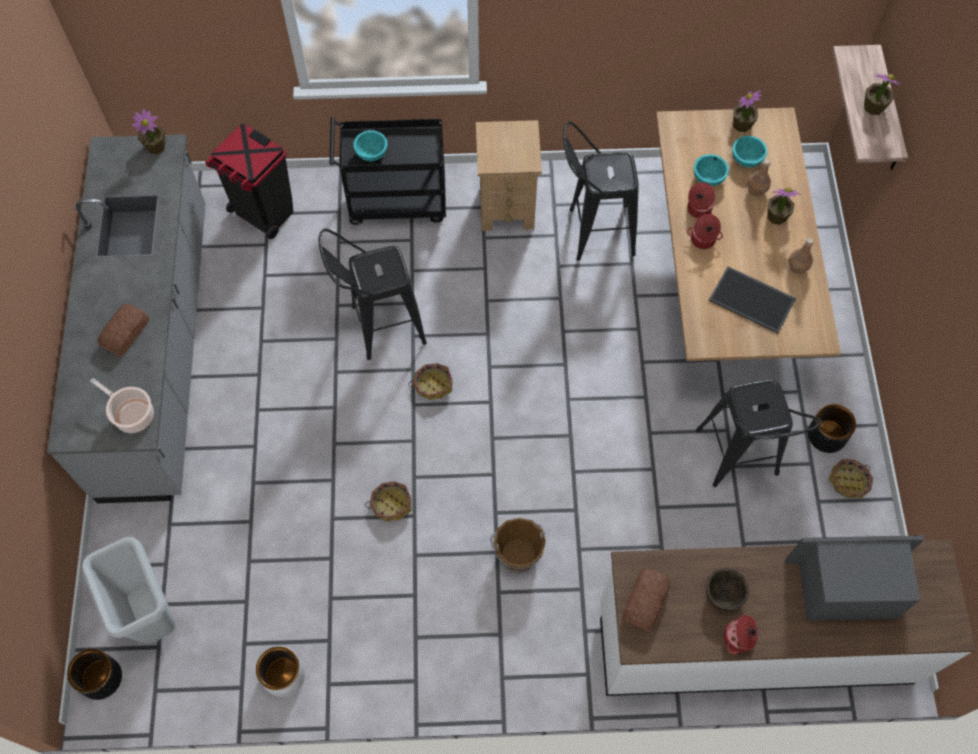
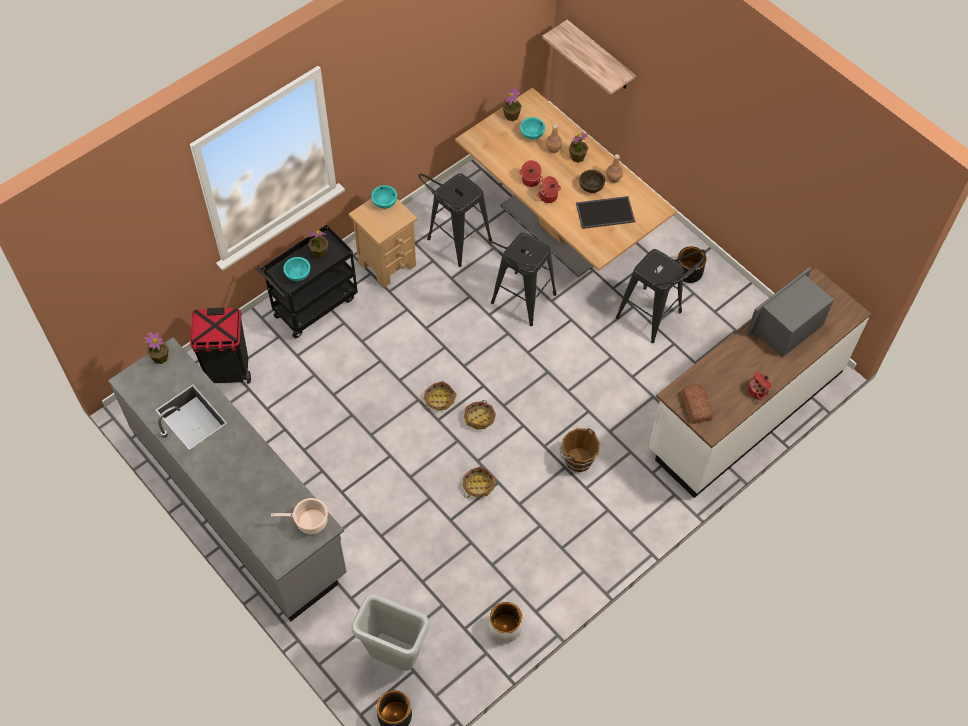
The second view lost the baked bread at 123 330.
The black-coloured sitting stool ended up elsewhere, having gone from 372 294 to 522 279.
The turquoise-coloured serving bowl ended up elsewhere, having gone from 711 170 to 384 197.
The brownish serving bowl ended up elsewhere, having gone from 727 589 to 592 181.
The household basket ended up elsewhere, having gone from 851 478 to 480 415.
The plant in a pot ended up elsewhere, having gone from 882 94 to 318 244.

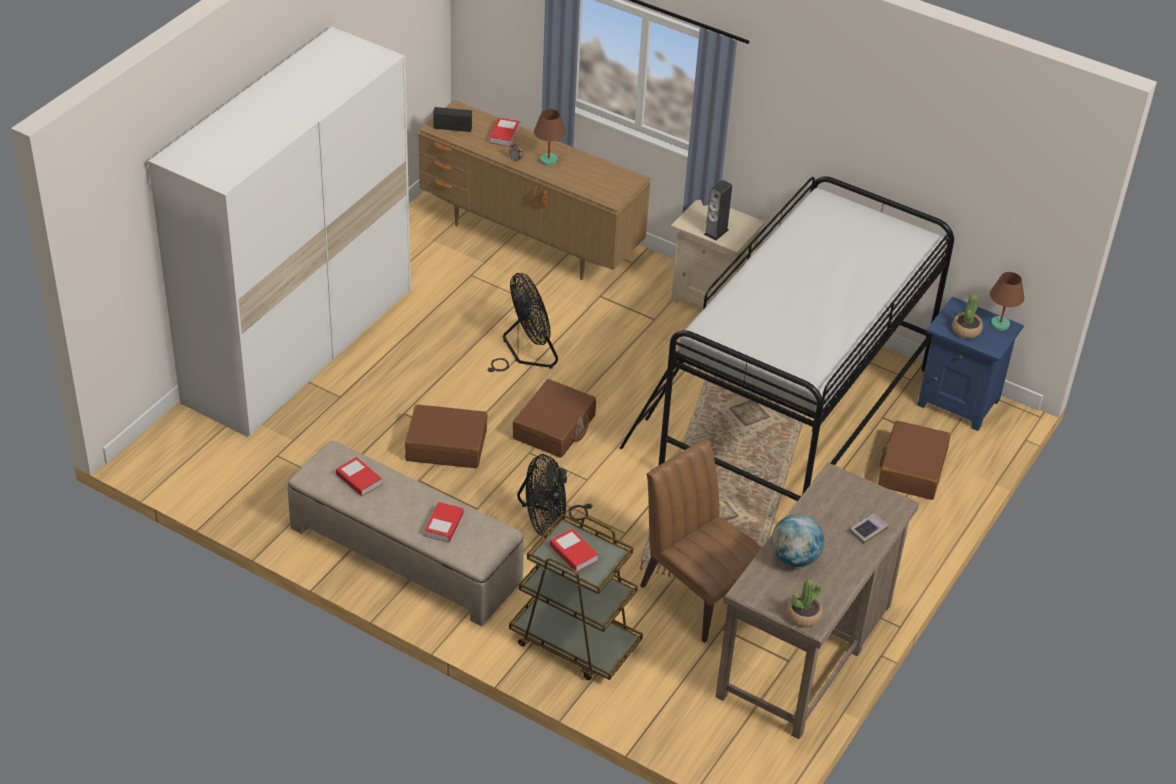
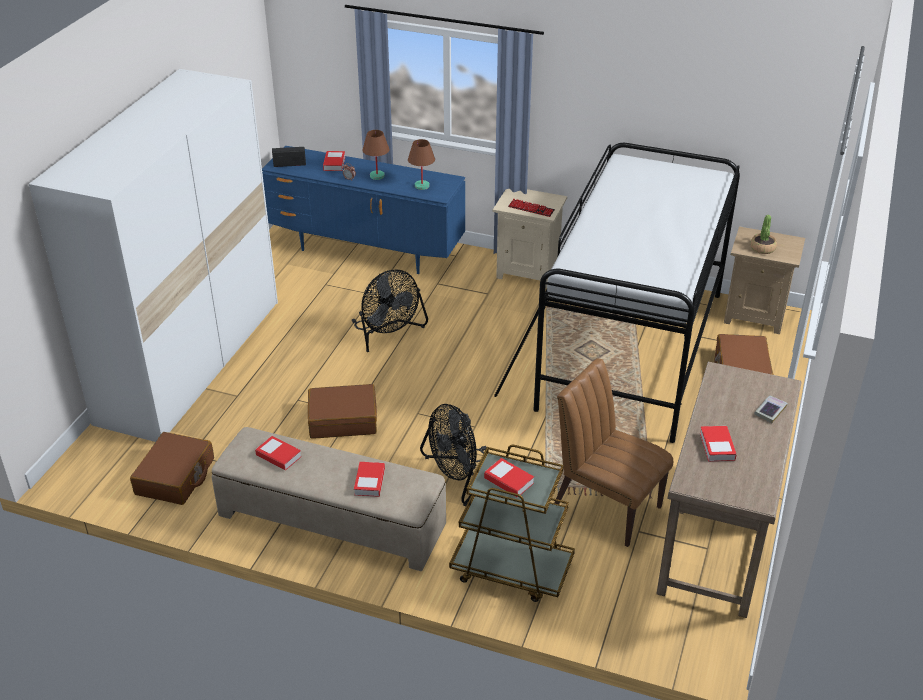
The second view lost the plant in a pot at 804 603.
The brownish suitcase ended up elsewhere, having gone from 554 418 to 172 468.
The brownish lamp for a table ended up elsewhere, having gone from 1007 301 to 421 164.
Where the loudspeaker stood at 718 210, the keyboard came to stand at 531 208.
Where the desk globe stood at 797 540, the bound book came to stand at 718 444.
What was the brownish chest of drawers at 534 190 turned into the blue-coloured chest of drawers at 363 210.
What was the blue-coloured nightstand at 971 364 turned into the sand-coloured nightstand at 764 280.
The black-coloured electric fan at 522 322 ended up facing another way, 90 degrees clockwise from before.

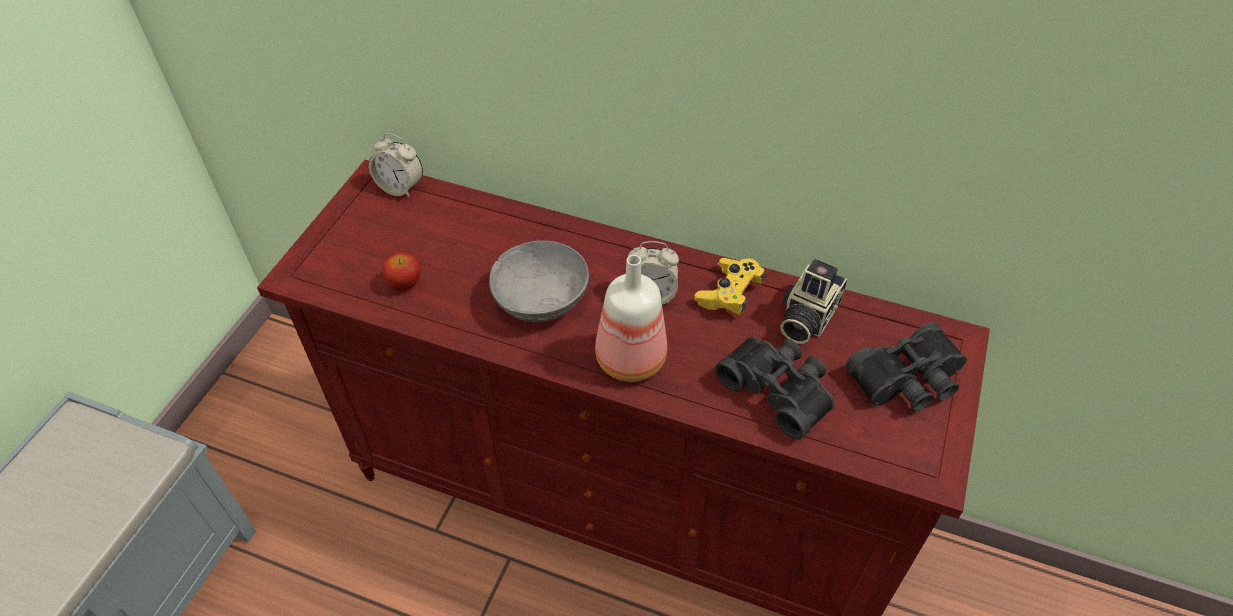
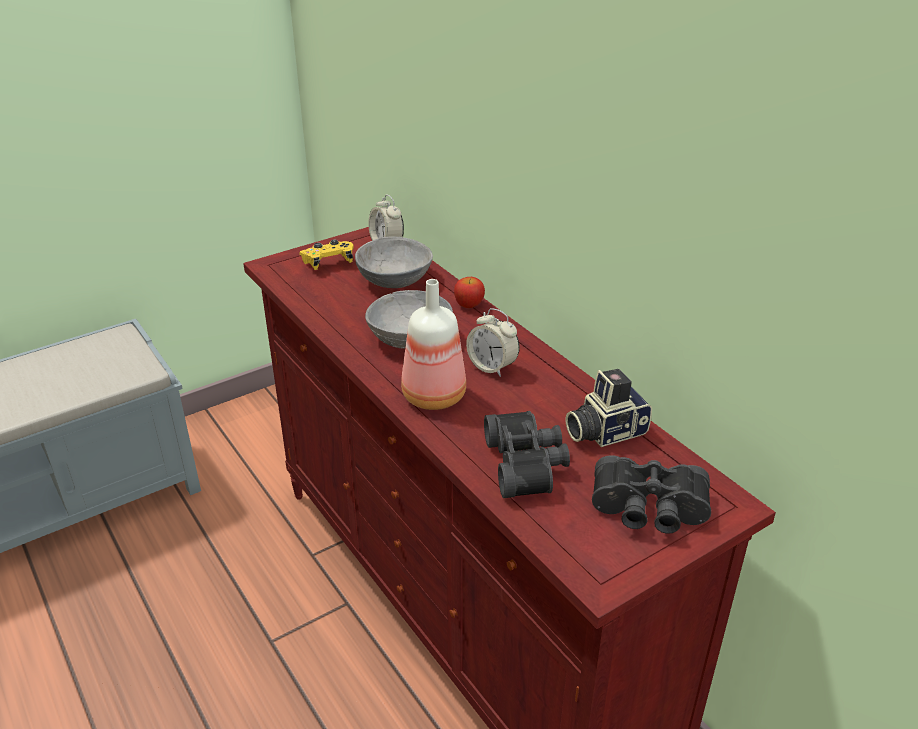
The second view gained the greyish serving bowl at 394 262.
The apple ended up elsewhere, having gone from 402 271 to 469 292.
The yellowish gamepad ended up elsewhere, having gone from 730 286 to 326 255.

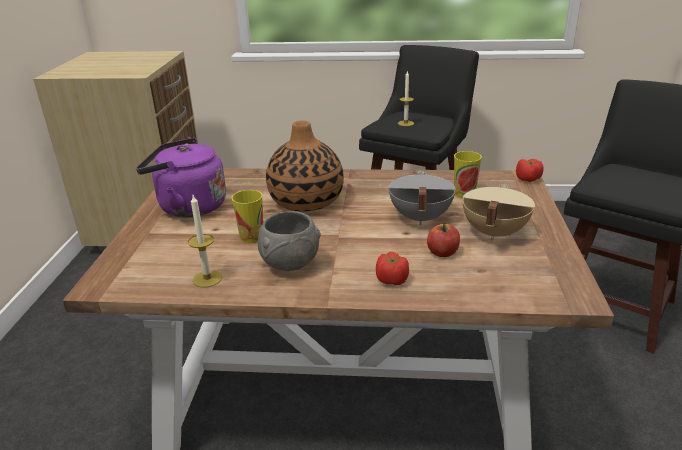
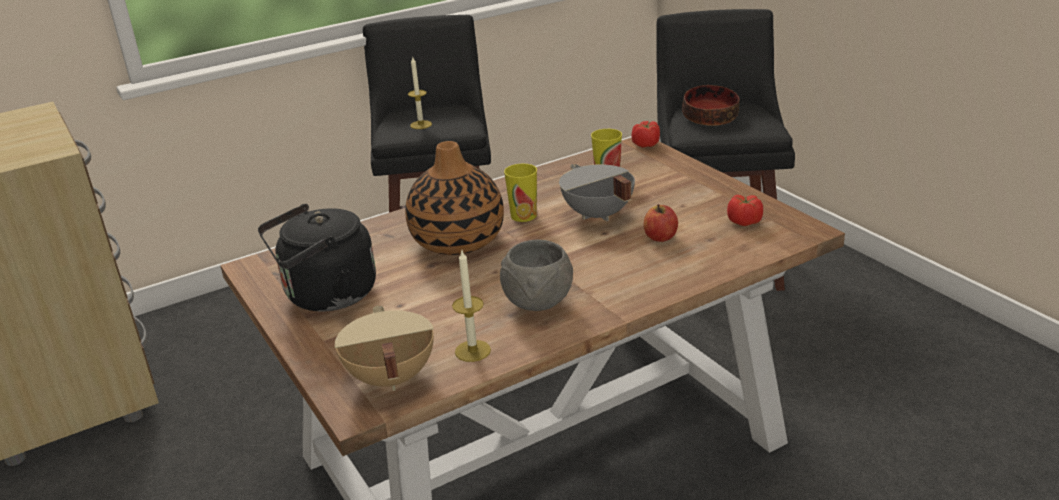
The second view gained the serving bowl at 711 105.
The cup ended up elsewhere, having gone from 247 216 to 520 193.
The whole tomato ended up elsewhere, having gone from 392 268 to 745 210.
The sand-coloured saucepot ended up elsewhere, having gone from 499 212 to 384 348.
What was the purplish kettle at 181 177 turned into the black-coloured kettle at 317 258.

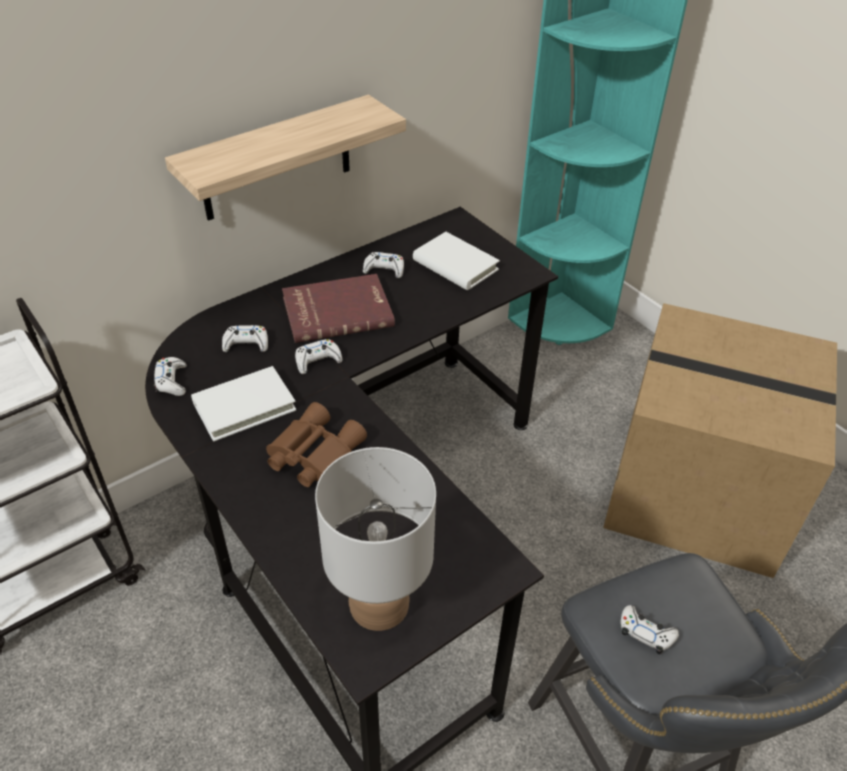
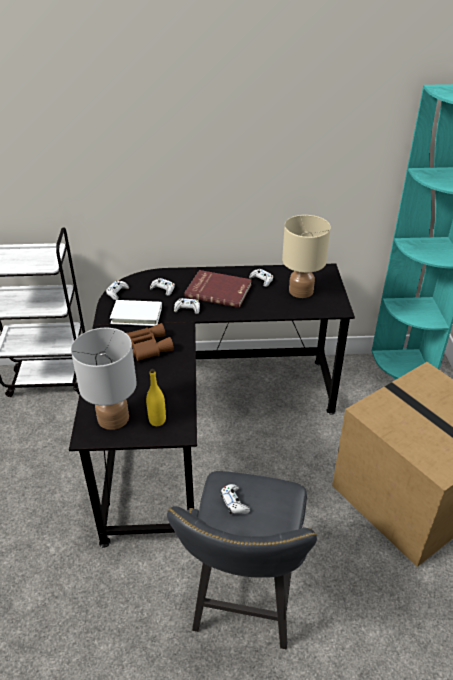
The second view lost the bracket shelf at 285 158.
The second view gained the yellowish bottle at 156 397.
Where the white-coloured bound book stood at 456 261, the sand-coloured lamp for a table came to stand at 306 256.

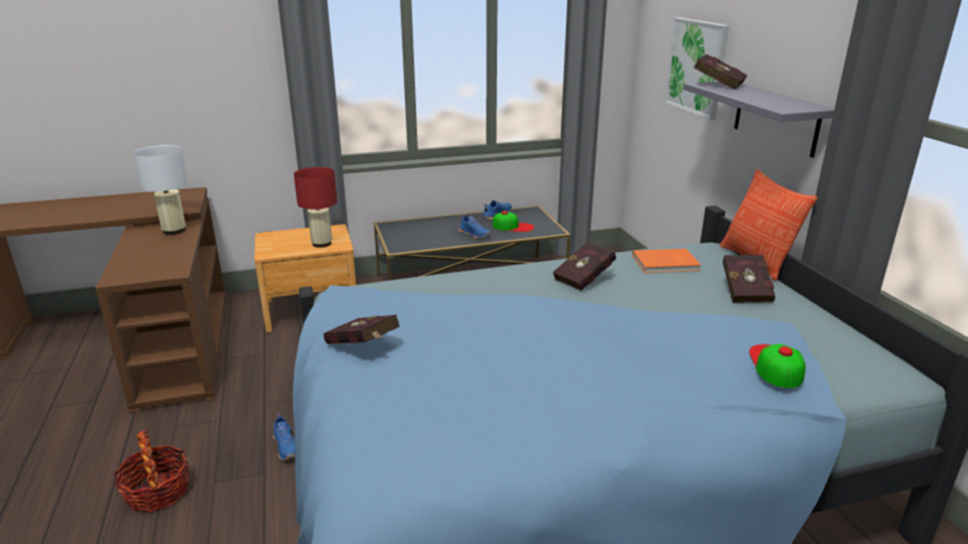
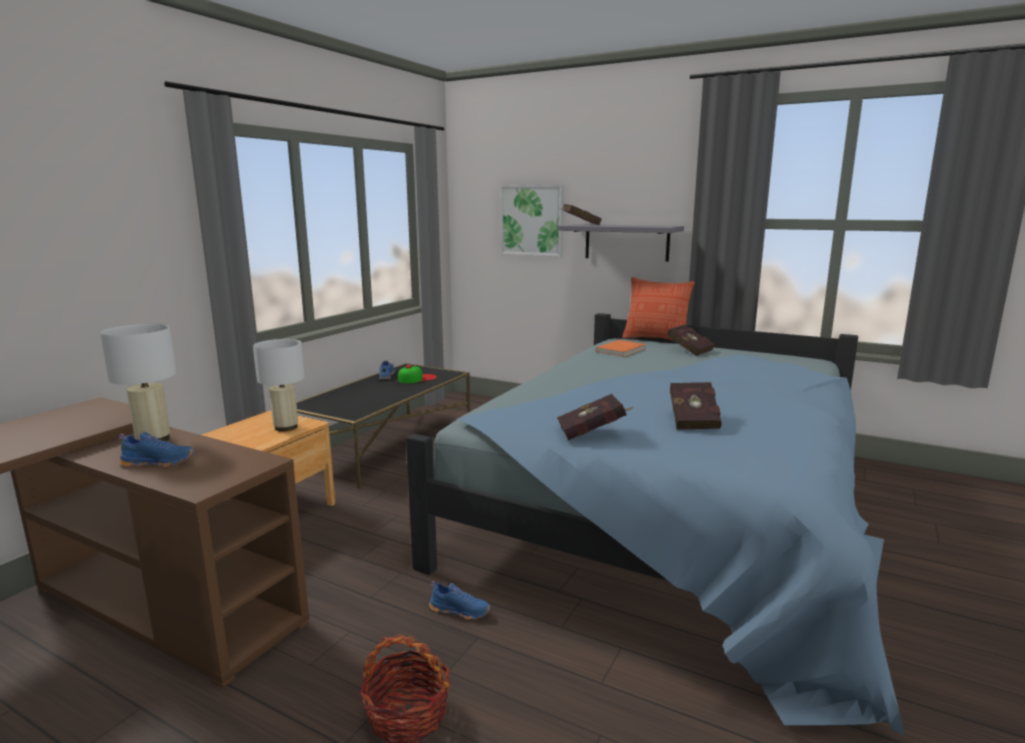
The second view lost the cap at 777 366.
The blue-coloured item of footwear ended up elsewhere, having gone from 475 226 to 156 449.
The red bound book ended up elsewhere, having gone from 584 266 to 696 406.
What was the red lamp for a table at 315 207 turned into the white-coloured lamp for a table at 279 385.

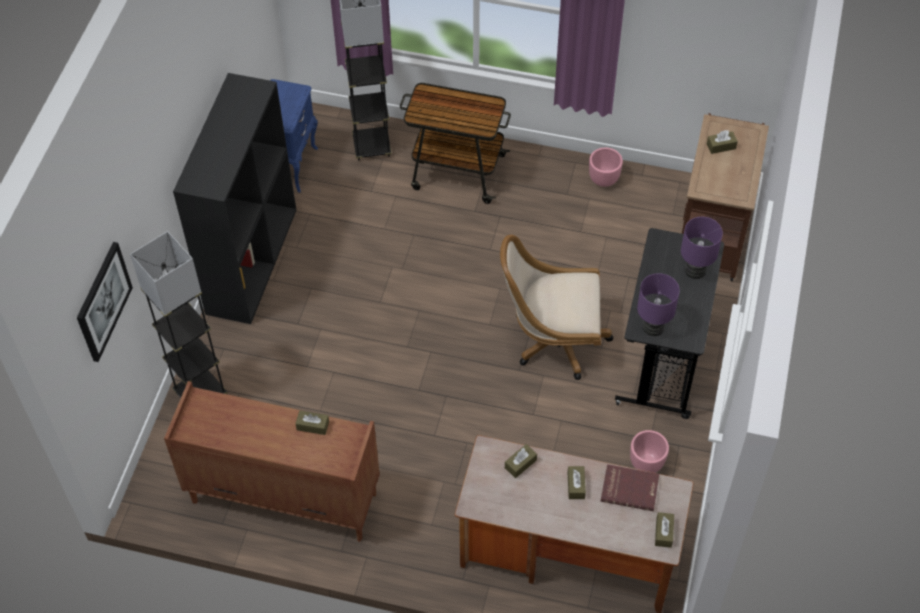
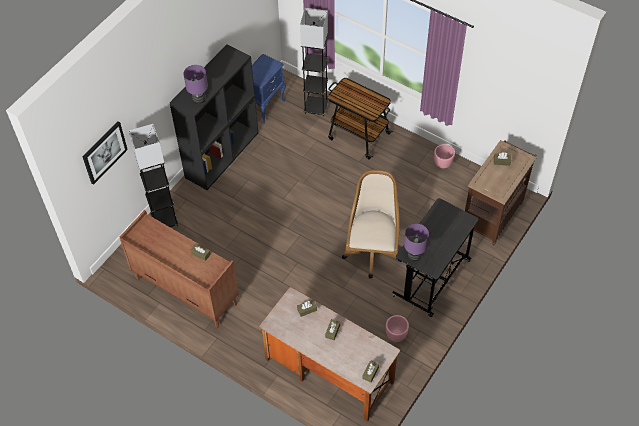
The second view lost the red bound book at 630 487.
The purplish lamp for a table ended up elsewhere, having gone from 702 248 to 195 84.
The office chair at 556 307 ended up facing another way, 75 degrees clockwise from before.

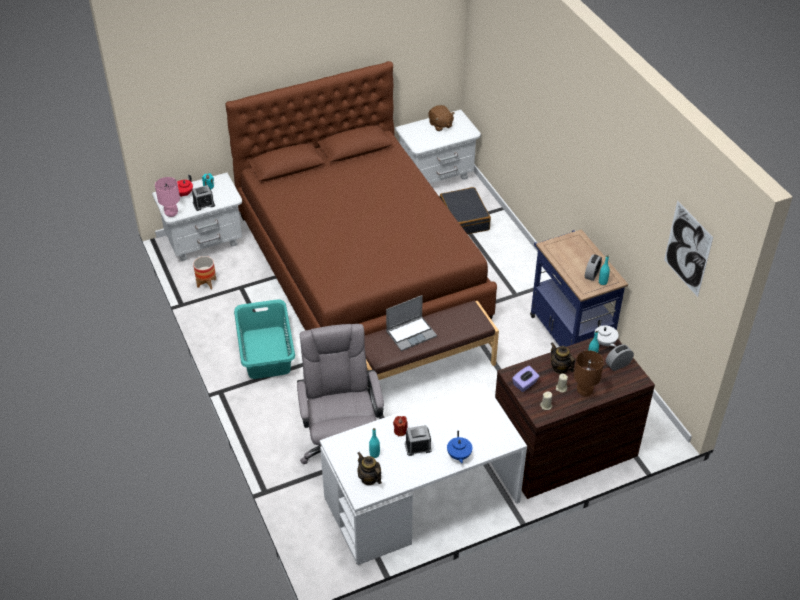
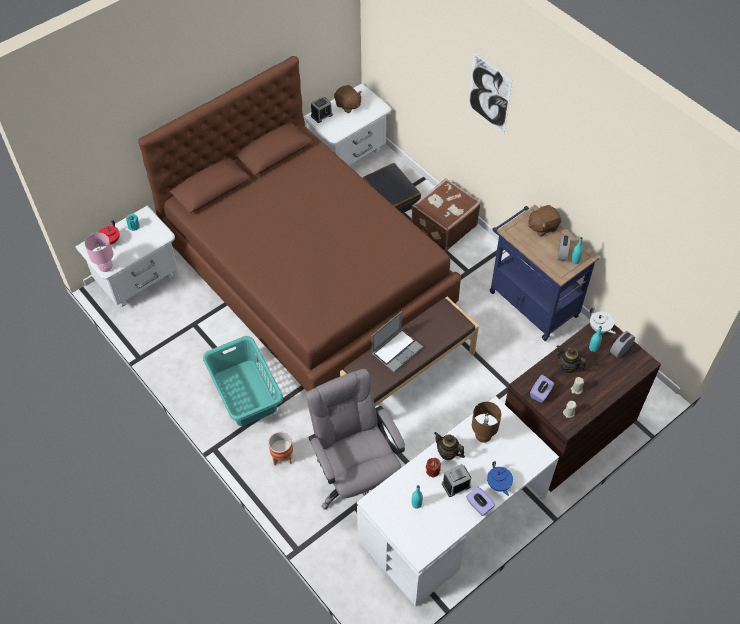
The second view gained the brownish suitcase at 446 215.
The second view gained the purplish tissue box at 480 501.
The second view gained the brownish cuddly toy at 544 221.
The bedside clock ended up elsewhere, having gone from 203 198 to 322 109.
The planter ended up elsewhere, having gone from 204 272 to 280 448.
The tea pot ended up elsewhere, having gone from 369 468 to 449 446.
The brownish lamp for a table ended up elsewhere, having gone from 589 373 to 486 422.
The wall art ended up elsewhere, having gone from 688 248 to 490 93.

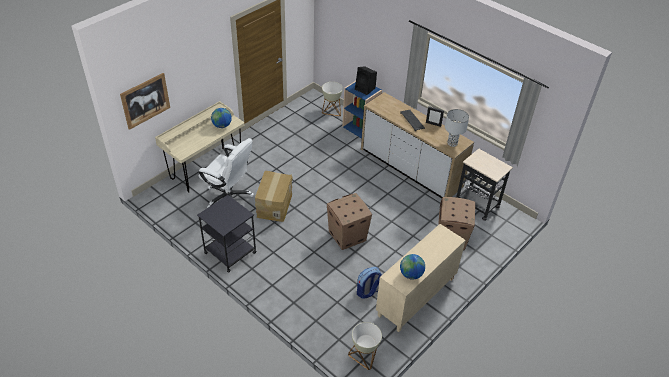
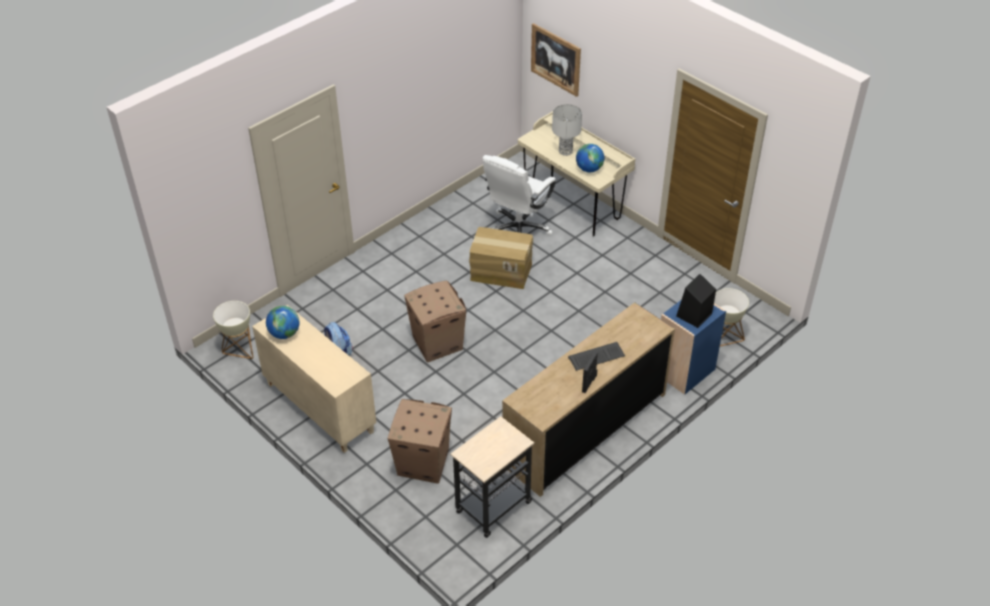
The second view lost the black-coloured wheeled cart at 227 233.
The white-coloured lamp for a table ended up elsewhere, having gone from 457 128 to 567 130.

